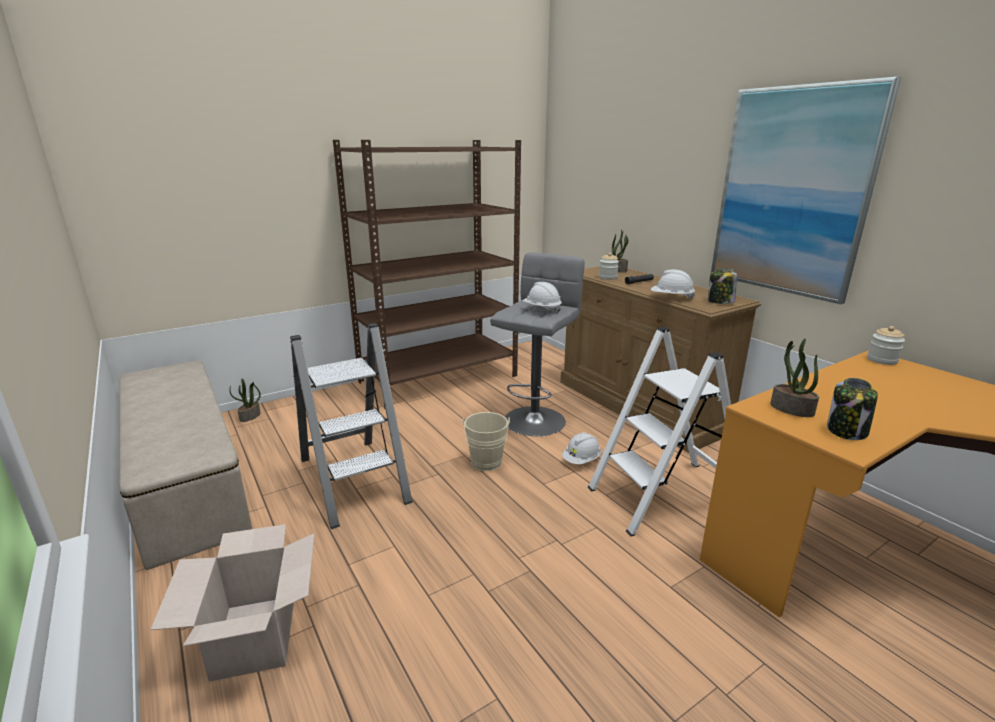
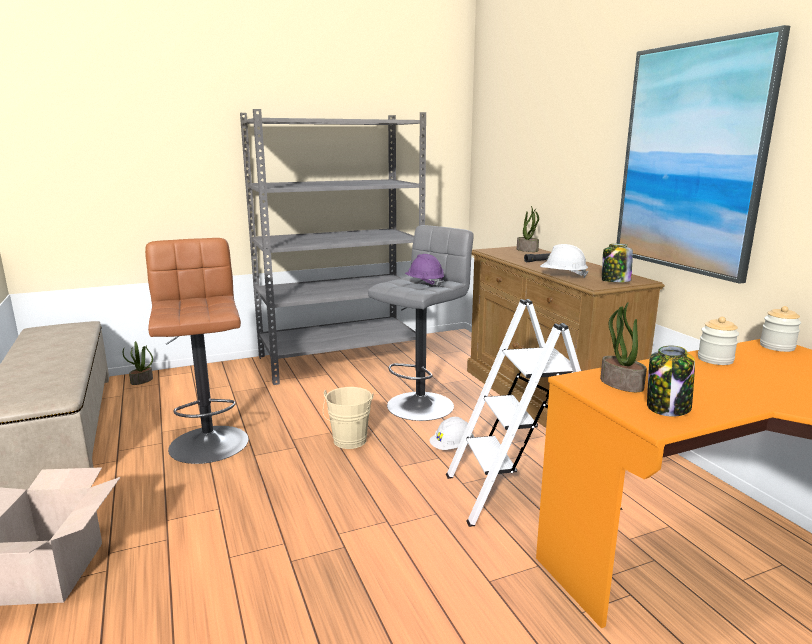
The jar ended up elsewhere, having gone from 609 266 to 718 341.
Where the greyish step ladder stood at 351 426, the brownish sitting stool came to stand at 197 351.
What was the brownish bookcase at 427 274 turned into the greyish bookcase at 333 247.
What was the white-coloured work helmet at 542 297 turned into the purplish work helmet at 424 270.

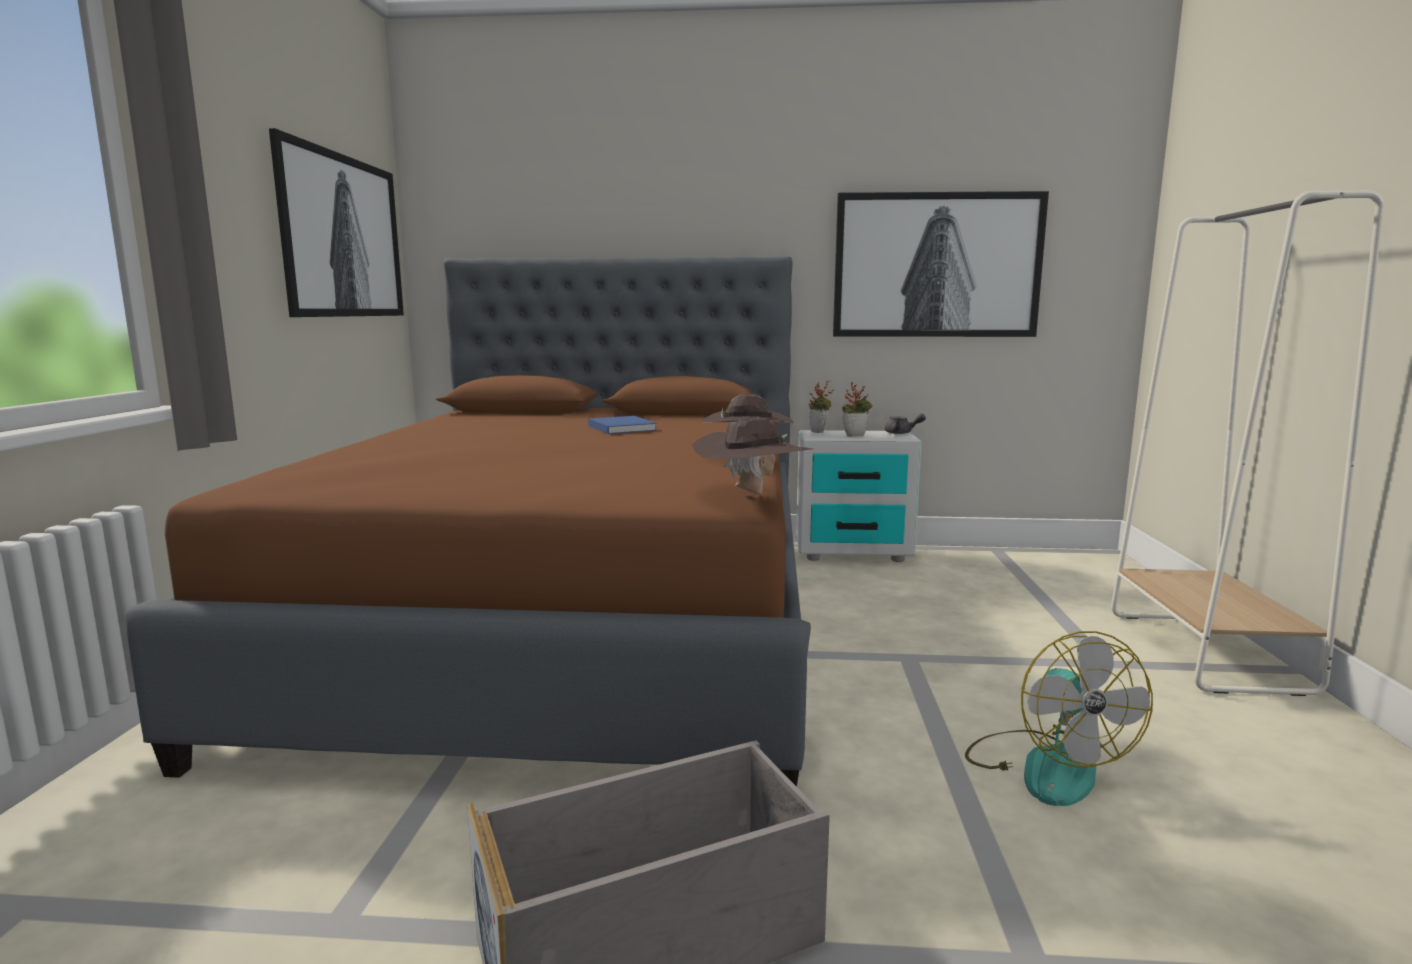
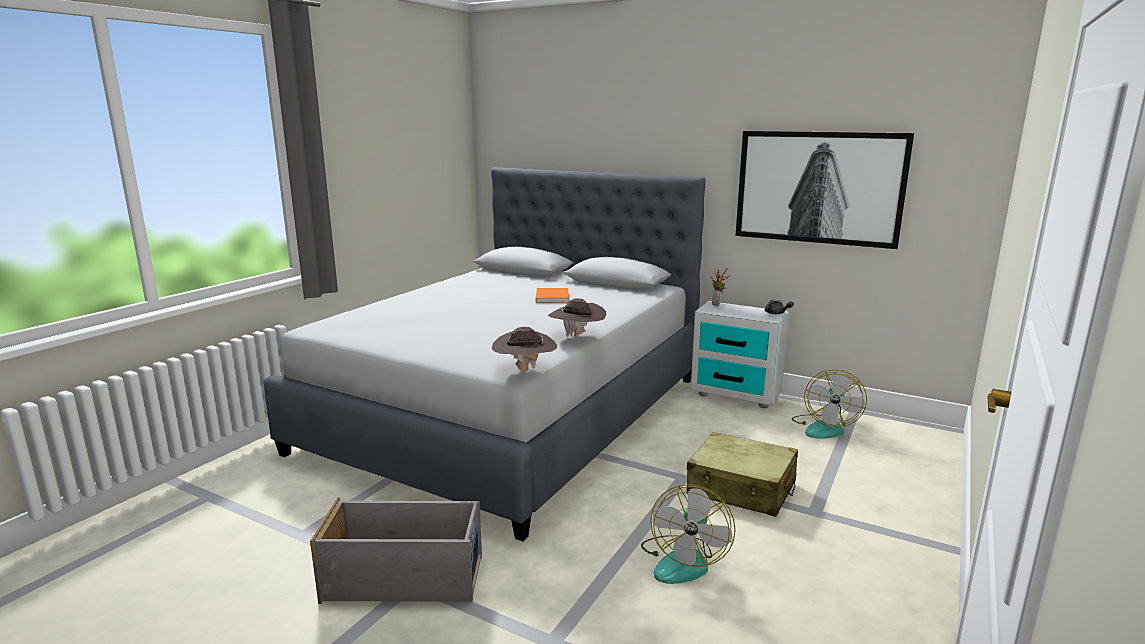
The second view lost the wall art at 336 222.
The second view lost the plant in a pot at 857 409.
The second view lost the garment stand at 1247 443.
The second view gained the sand-coloured suitcase at 742 474.
The second view gained the electric fan at 829 404.
What was the brownish bedroom bed at 467 521 turned into the greyish bedroom bed at 485 354.
What was the blue-coloured bound book at 622 425 turned into the orange-coloured bound book at 552 295.

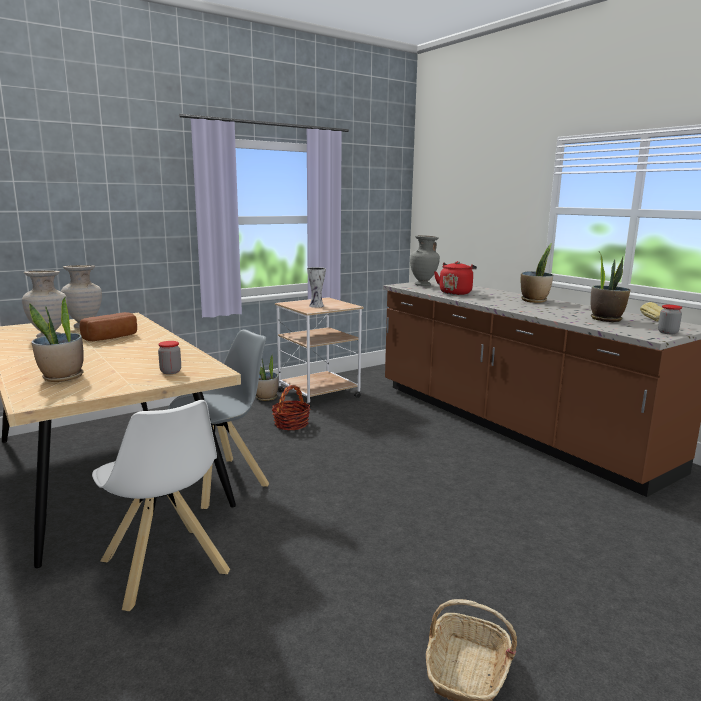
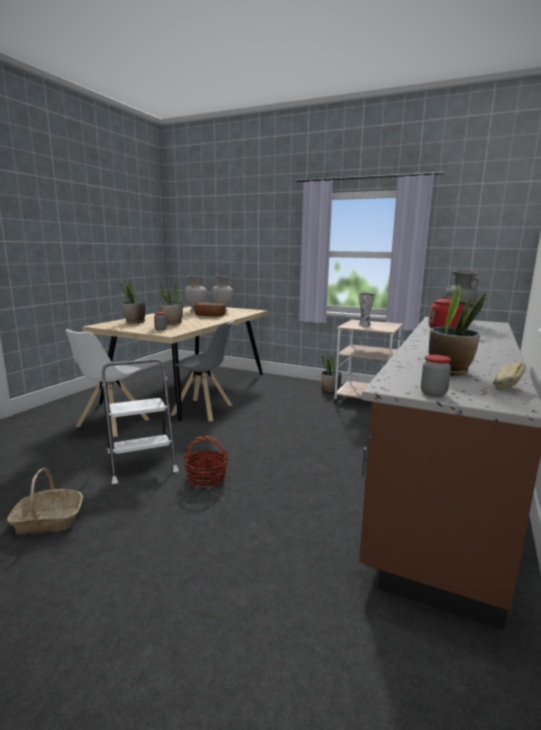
The second view gained the white-coloured step ladder at 140 421.
The household basket ended up elsewhere, having gone from 291 408 to 205 462.
The plant in a pot ended up elsewhere, having gone from 537 273 to 171 303.

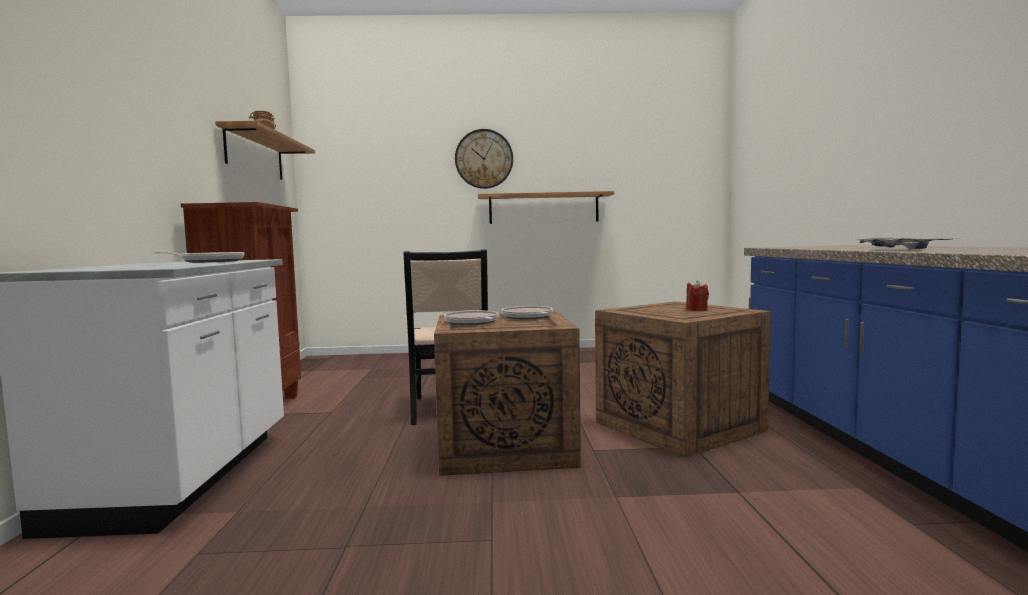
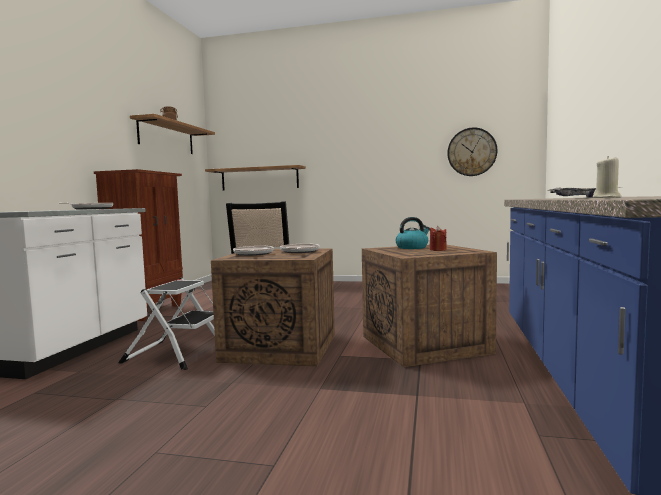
The second view gained the step ladder at 166 323.
The second view gained the kettle at 413 233.
The second view gained the sand-coloured wax candle at 607 177.
The wall clock ended up elsewhere, having gone from 484 159 to 472 152.
The bracket shelf ended up elsewhere, having gone from 546 207 to 255 177.

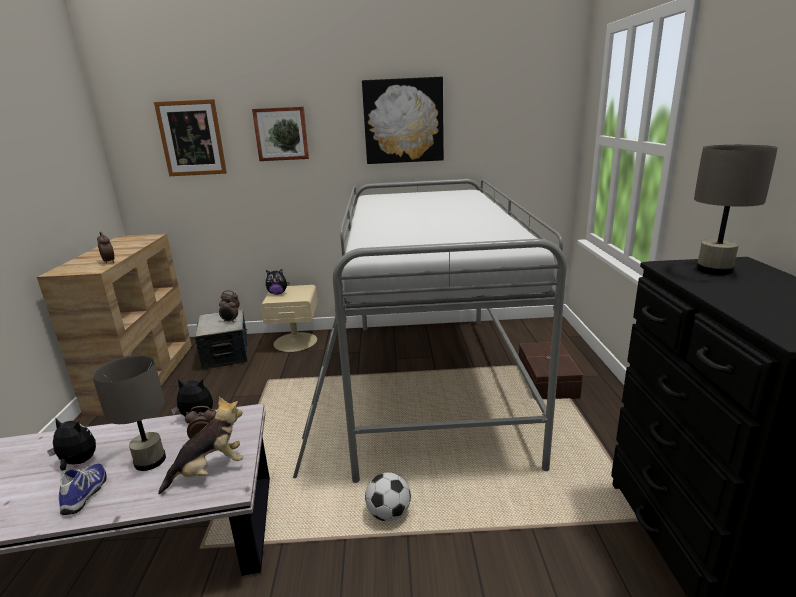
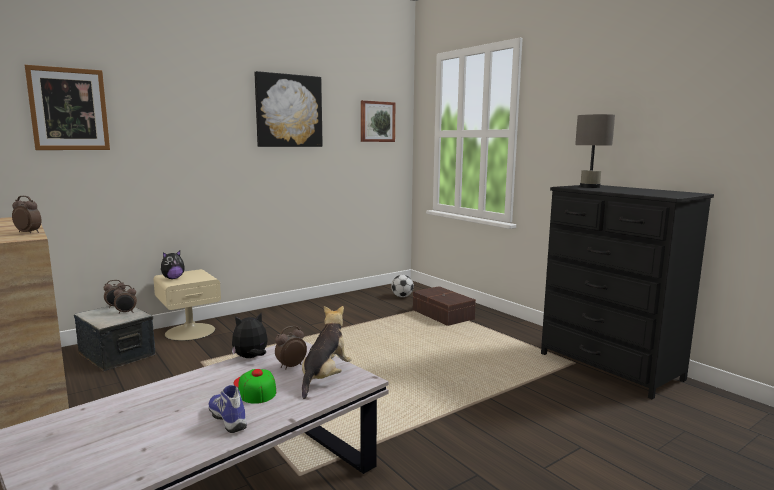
The second view lost the cuddly toy at 71 444.
The second view lost the greyish bedroom bed at 430 331.
The wall art ended up elsewhere, having gone from 280 134 to 378 121.
The football ended up elsewhere, having gone from 388 496 to 402 286.
Where the greyish lamp for a table stood at 129 413, the cap came to stand at 254 386.

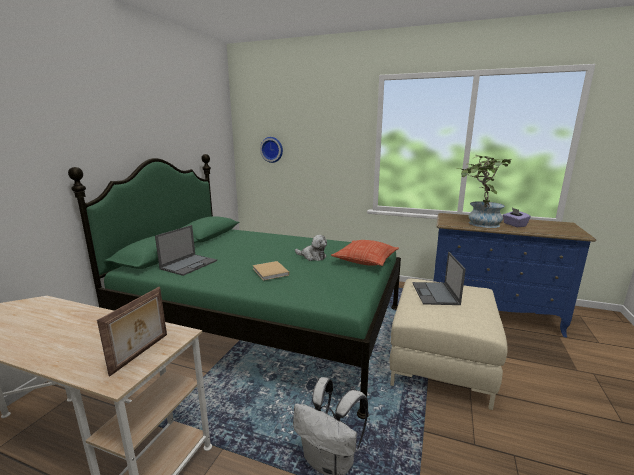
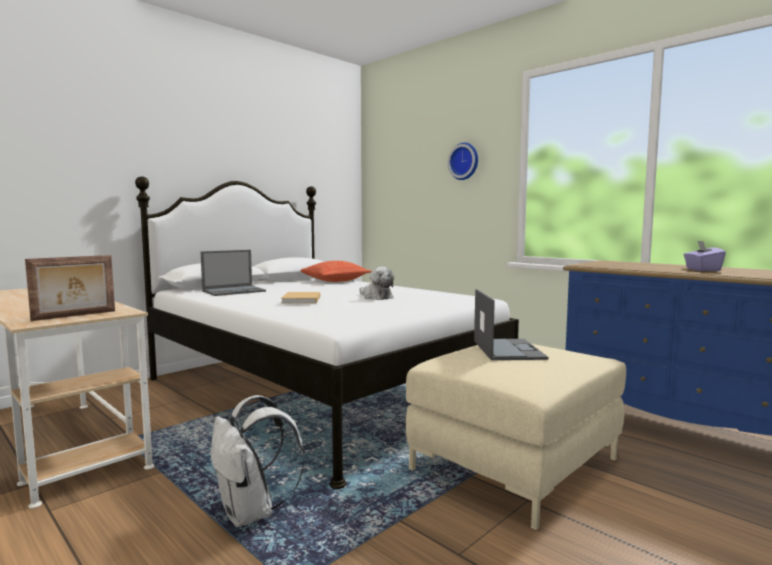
The second view lost the plant in a pot at 484 191.
The wall clock ended up elsewhere, having gone from 271 150 to 463 161.
The orange-coloured pillow ended up elsewhere, having gone from 365 253 to 336 271.
What was the greenish bedroom bed at 234 286 turned into the white-coloured bedroom bed at 327 333.
The notebook computer at 439 278 ended up facing another way, 150 degrees clockwise from before.

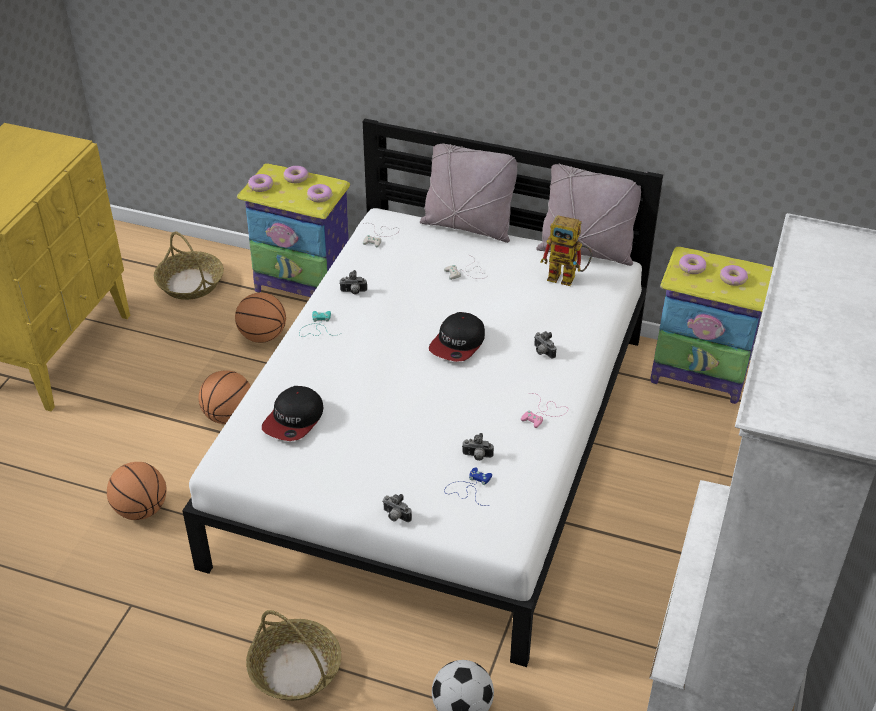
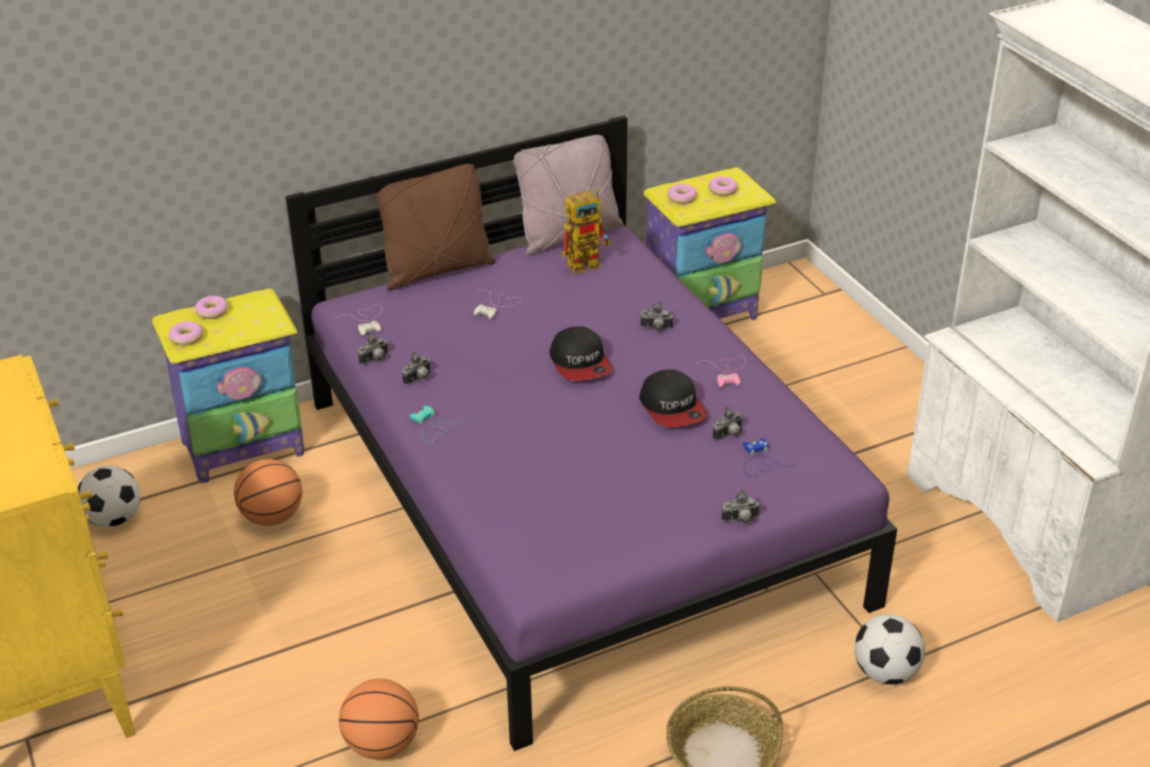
The second view lost the basketball at 225 397.
The second view lost the doughnut at 319 193.
The second view gained the photo camera at 373 349.
The cap ended up elsewhere, having gone from 292 413 to 673 398.
Where the household basket stood at 189 265, the football came to stand at 109 496.
What was the white-coloured bedroom bed at 422 393 turned into the purplish bedroom bed at 591 433.
What was the purplish pillow at 469 187 turned into the brownish pillow at 432 227.

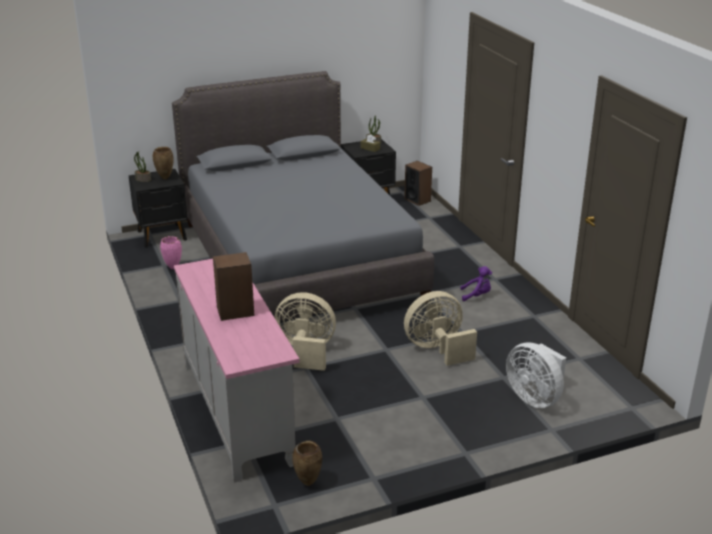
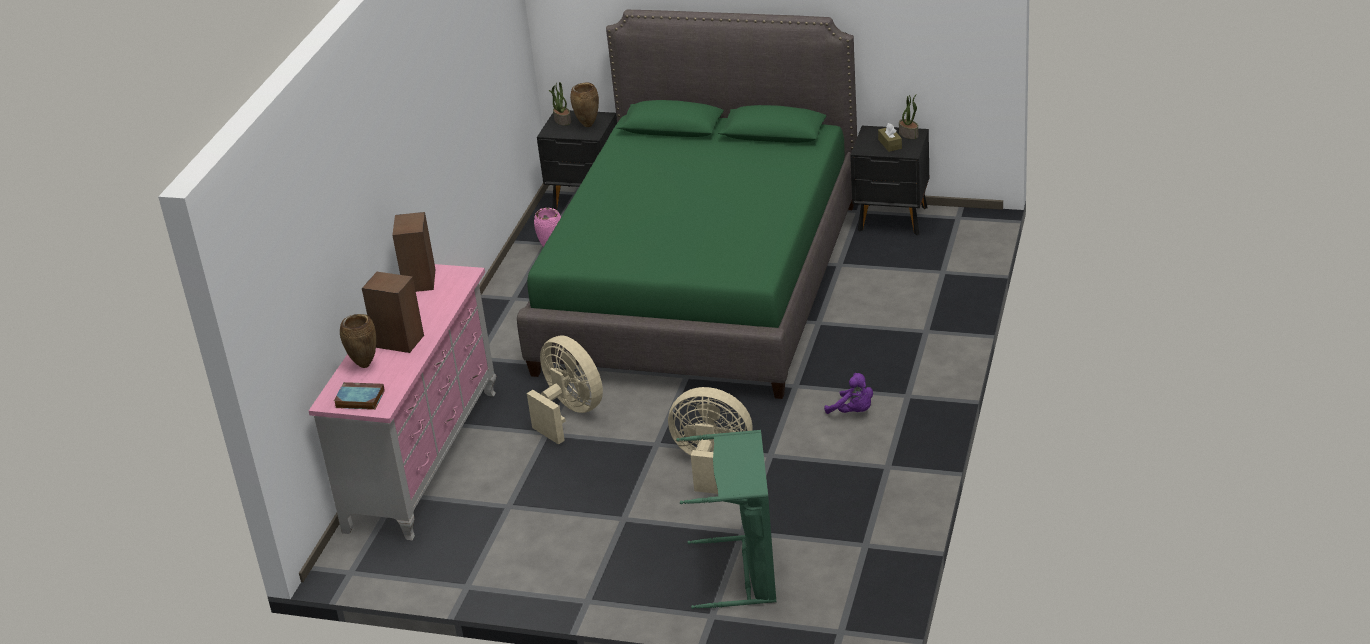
The second view gained the bound book at 359 396.
The brownish decorative vase ended up elsewhere, having gone from 307 463 to 358 341.
The loudspeaker ended up elsewhere, having gone from 418 183 to 414 252.
Where the white-coloured electric fan stood at 536 375, the greenish washing basket came to stand at 726 519.
What was the greyish bedroom bed at 303 196 turned into the greenish bedroom bed at 687 204.

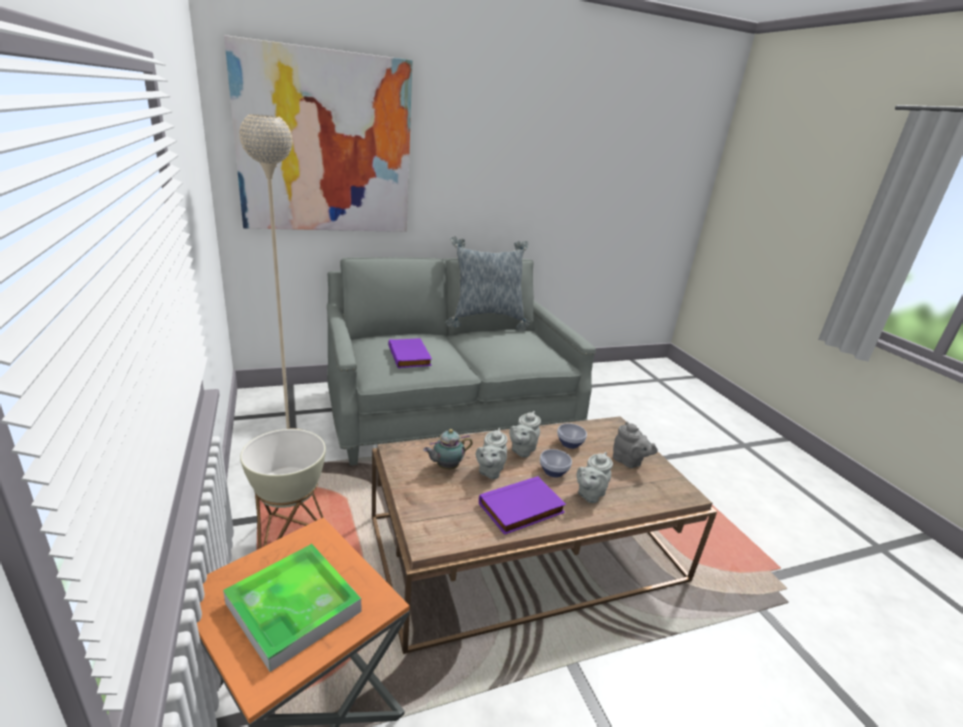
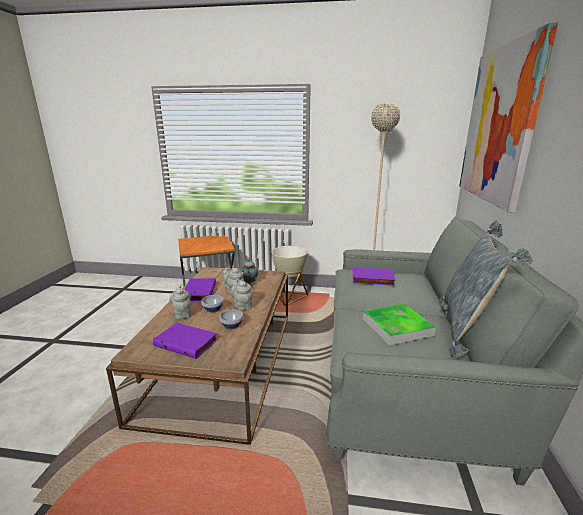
The serving tray ended up elsewhere, having gone from 292 608 to 399 324.
Where the greyish tea pot stood at 635 445, the purplish bound book came to stand at 185 341.

